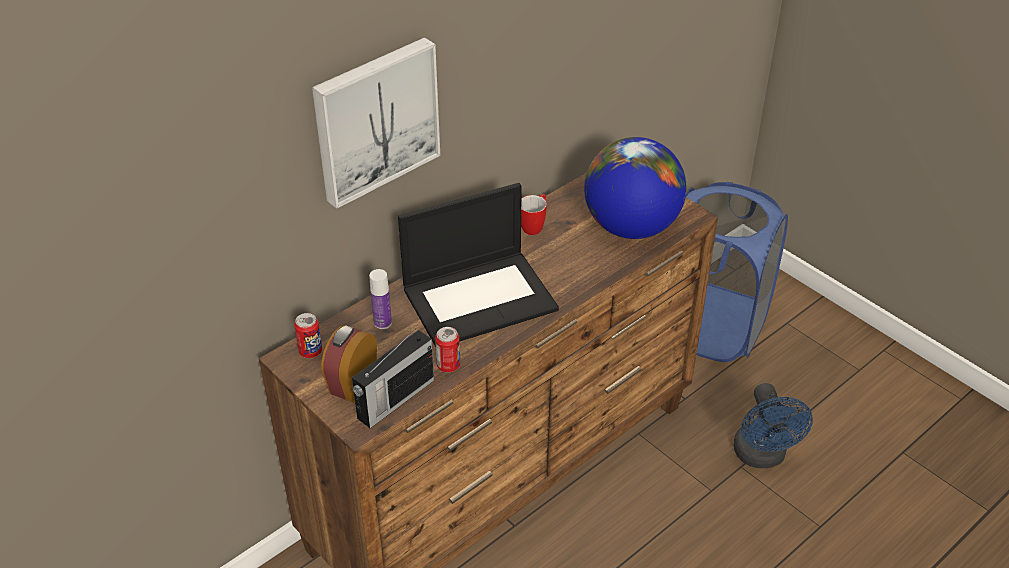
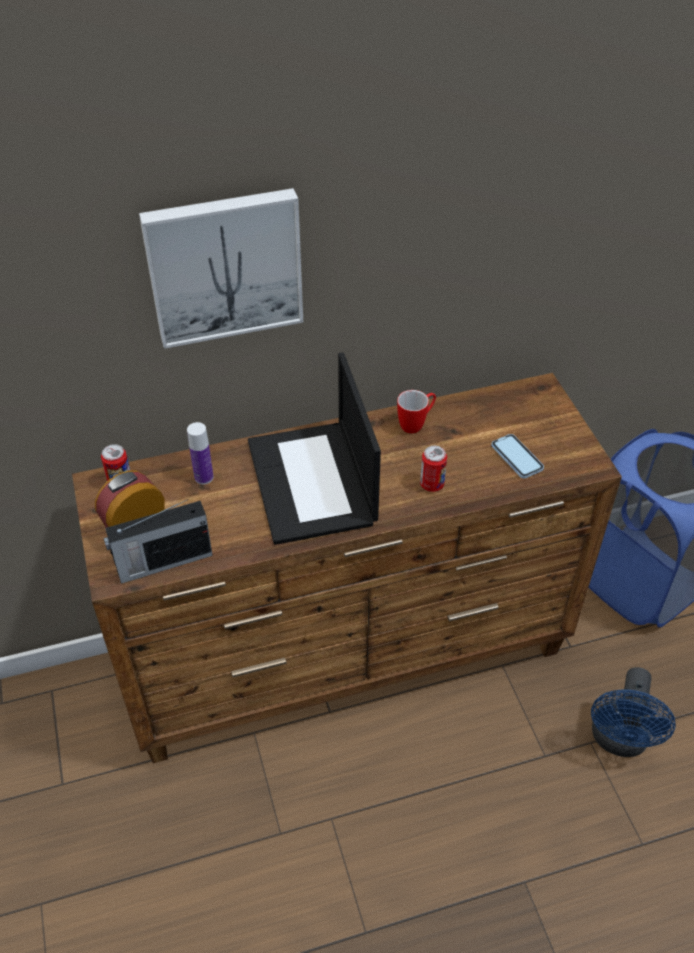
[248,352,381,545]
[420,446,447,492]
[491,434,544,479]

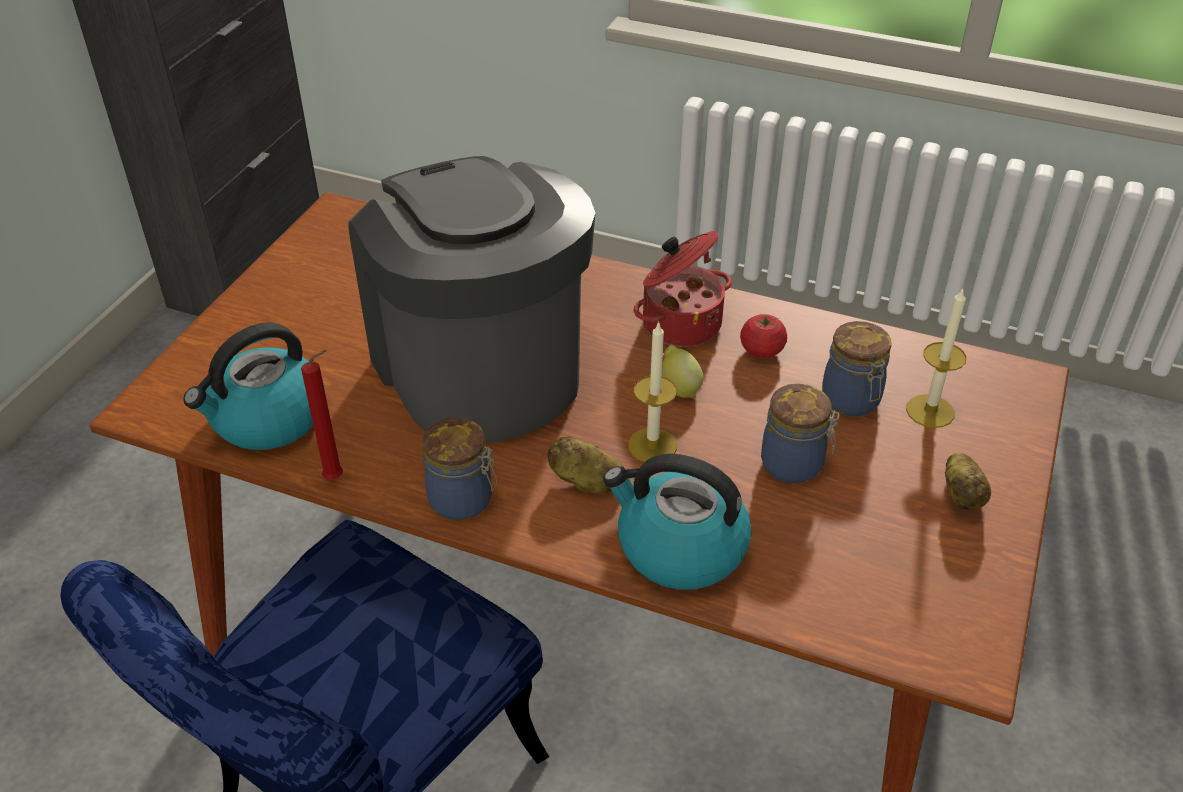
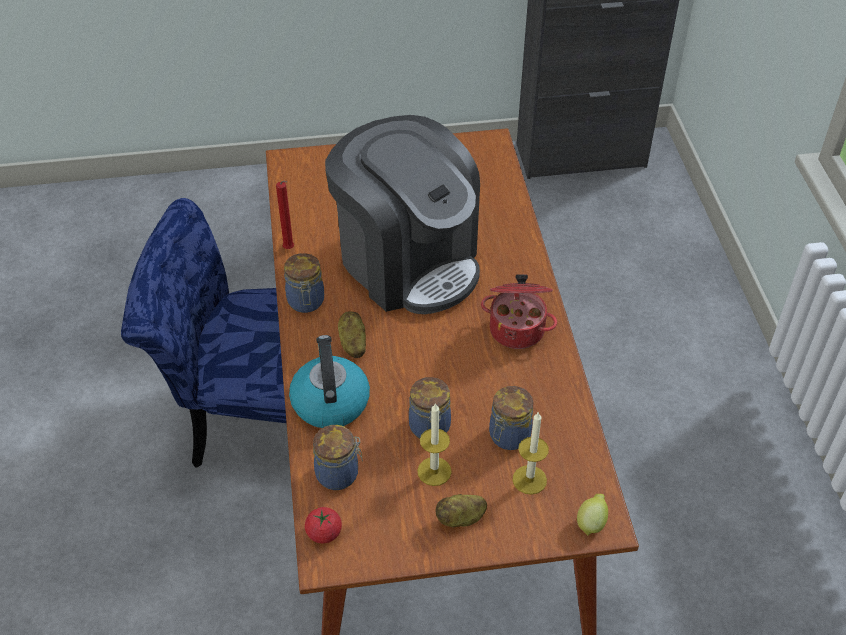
[305,507,342,543]
[313,425,363,490]
[325,115,480,314]
[417,403,452,486]
[577,494,608,536]
[183,322,325,450] (first image)

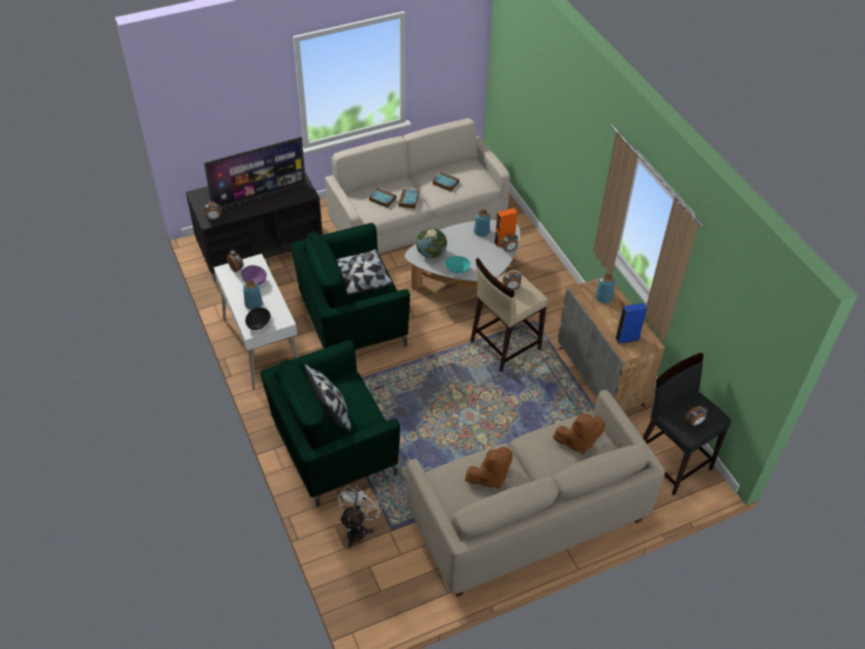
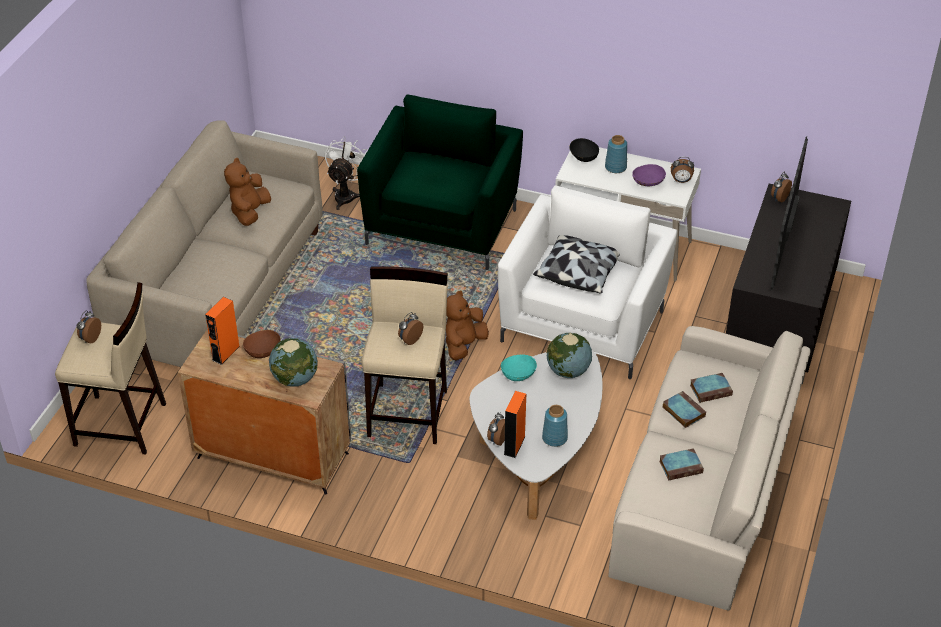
[55,282,166,455]
[205,297,240,365]
[243,330,281,358]
[269,338,318,387]
[325,136,368,210]
[446,290,489,360]
[498,186,677,379]
[304,364,351,433] (first image)

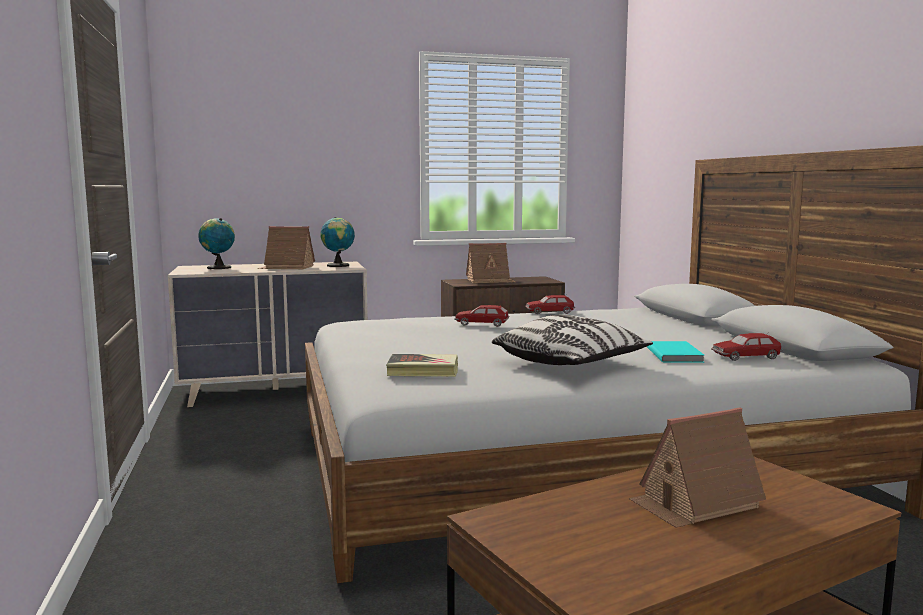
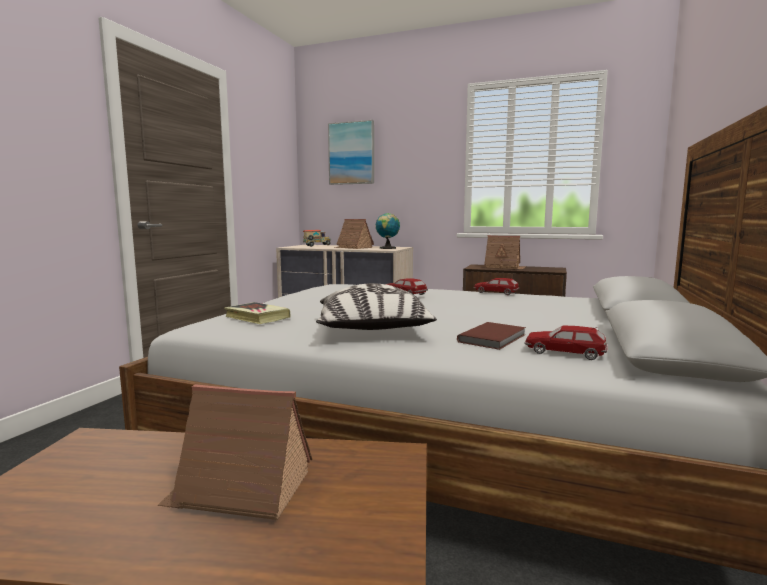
[303,230,331,247]
[328,120,374,185]
[457,322,526,350]

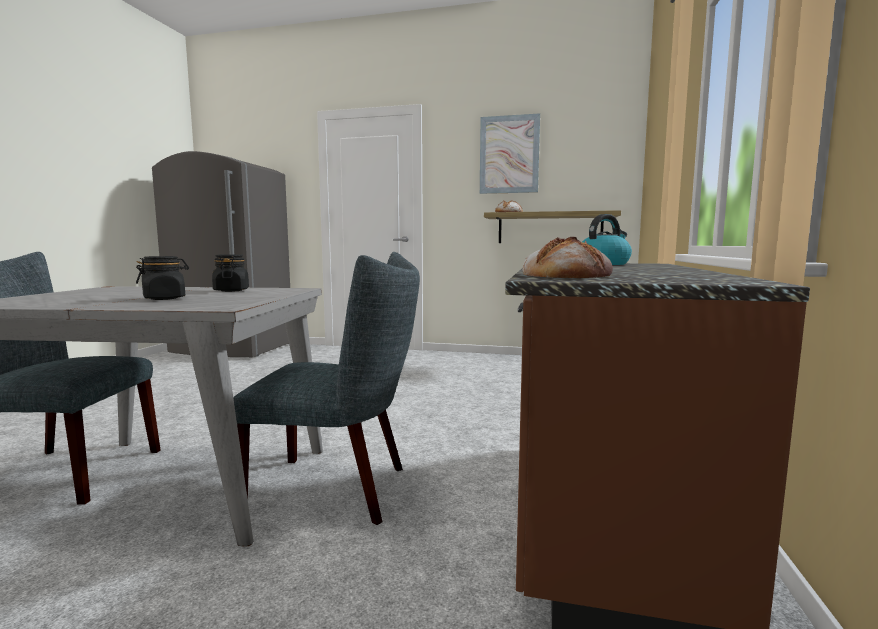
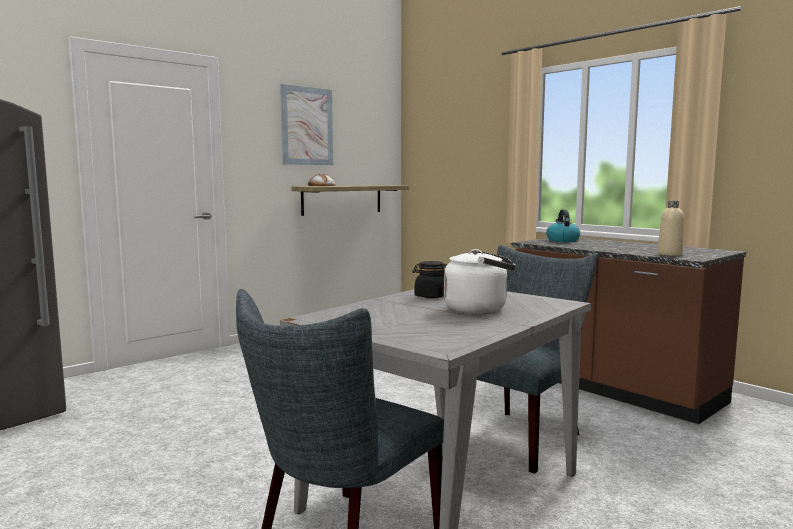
[444,249,515,314]
[658,201,684,256]

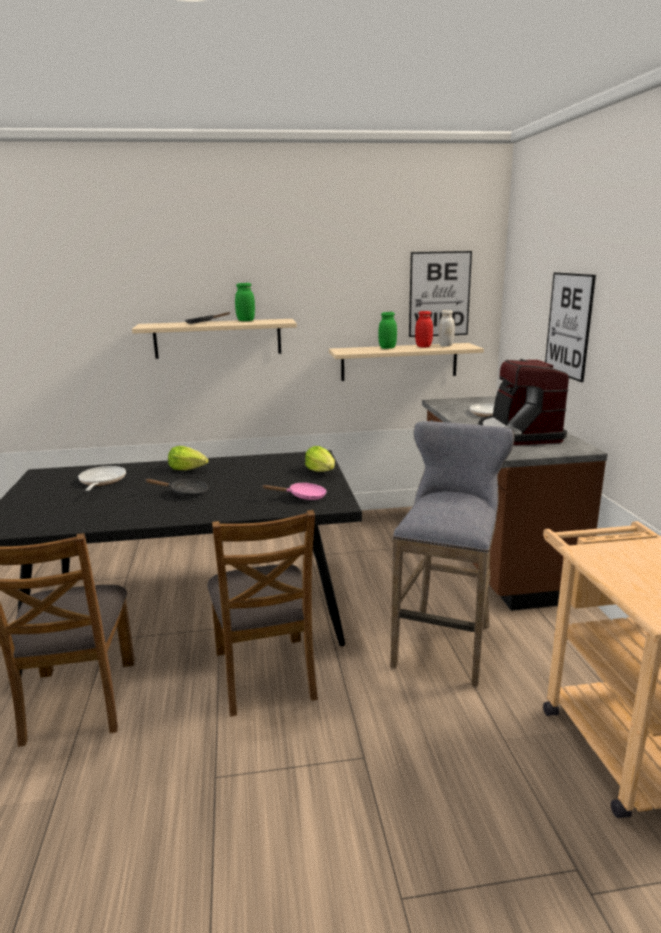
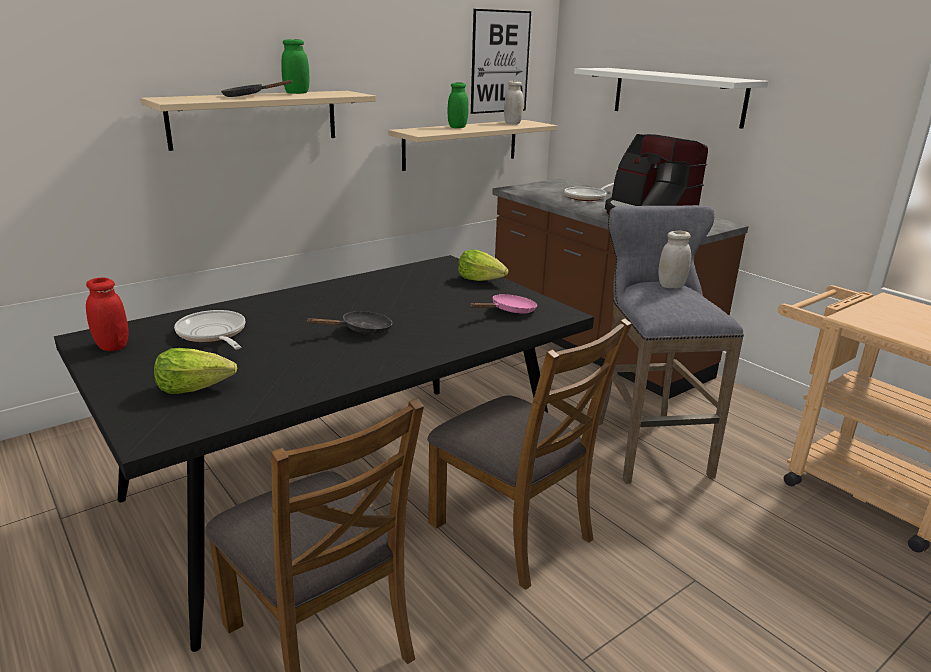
[86,278,129,351]
[154,348,237,394]
[574,68,769,129]
[658,231,691,288]

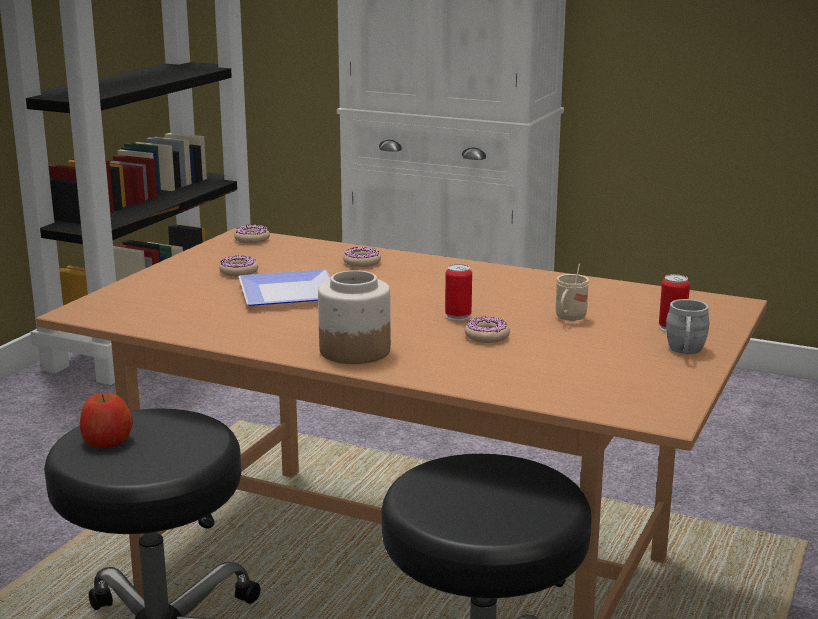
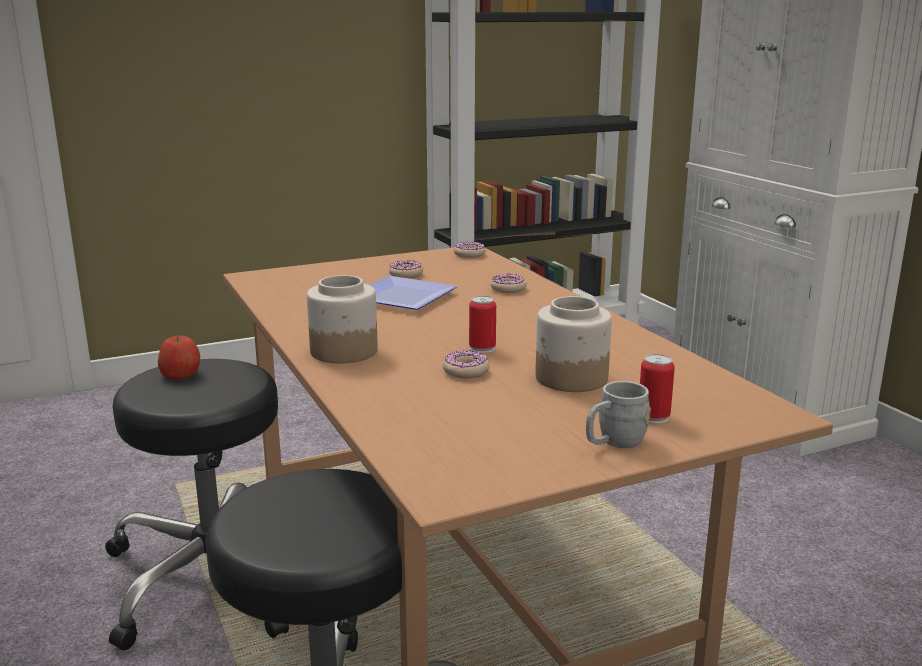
[535,296,612,392]

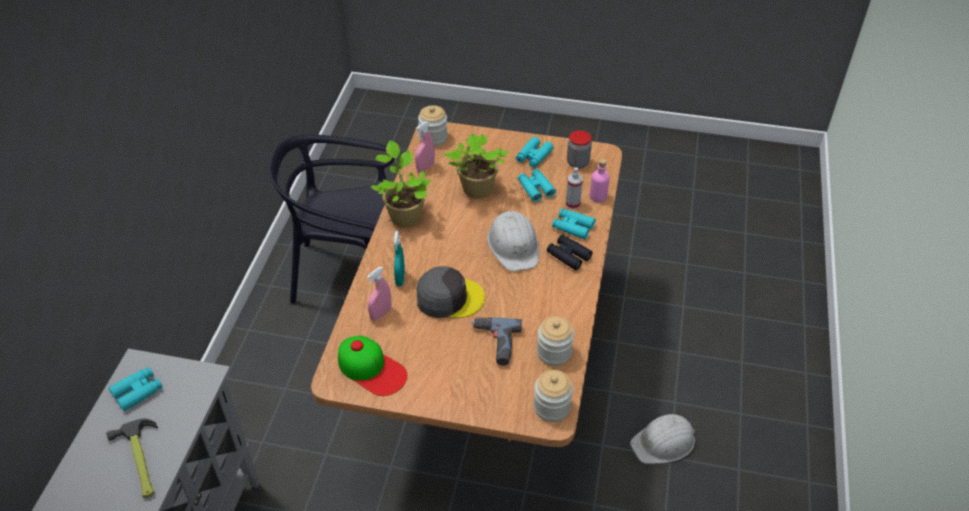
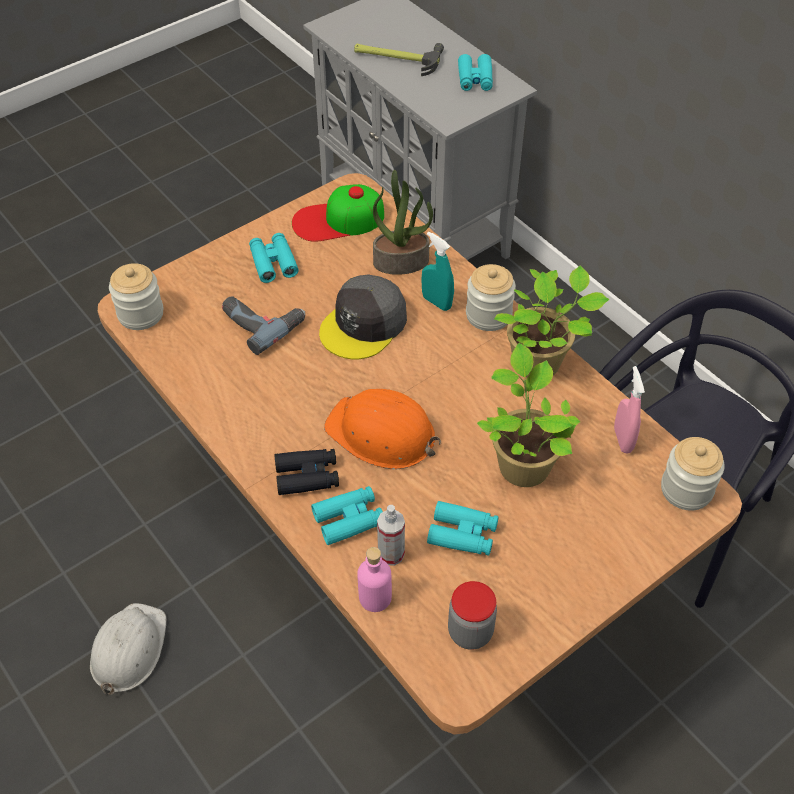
[249,233,299,283]
[324,389,441,469]
[373,170,433,275]
[466,264,516,331]

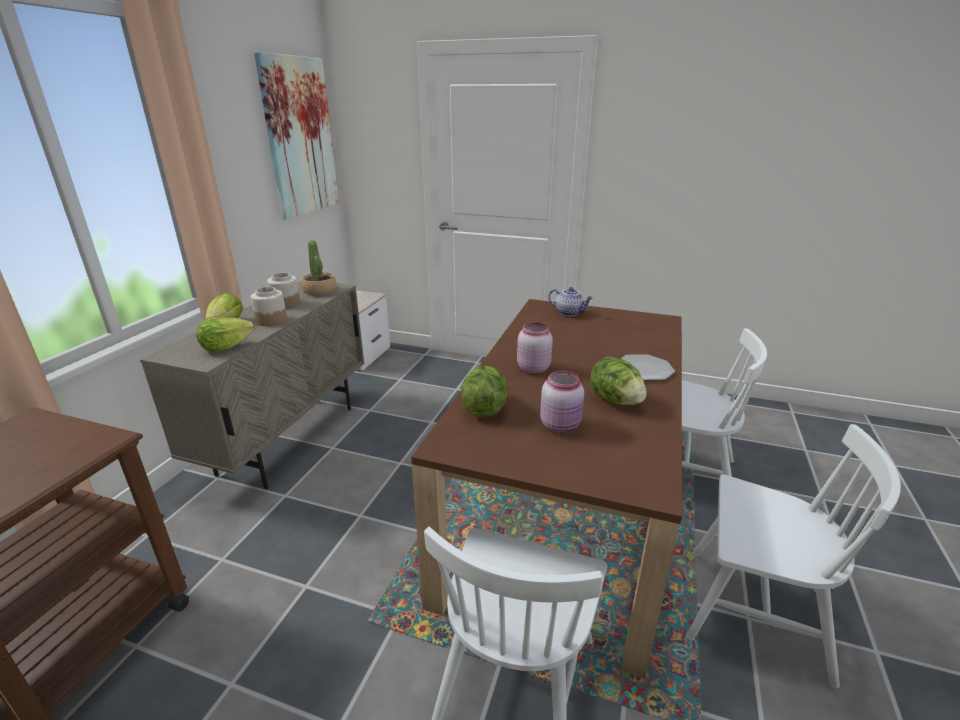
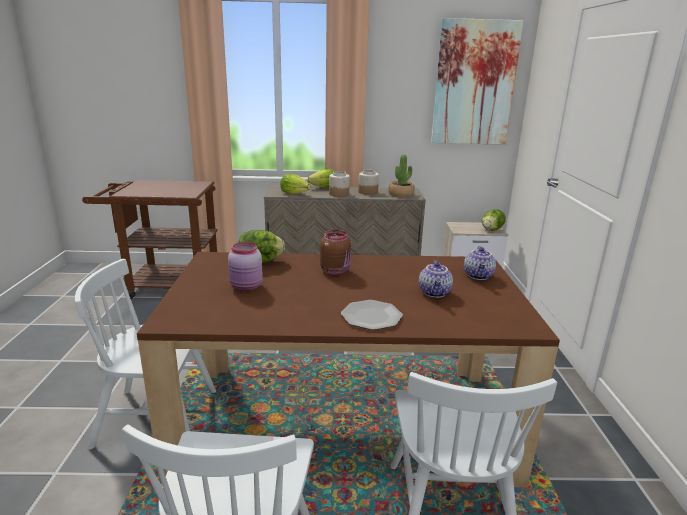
[320,230,351,275]
[419,260,453,298]
[482,209,506,231]

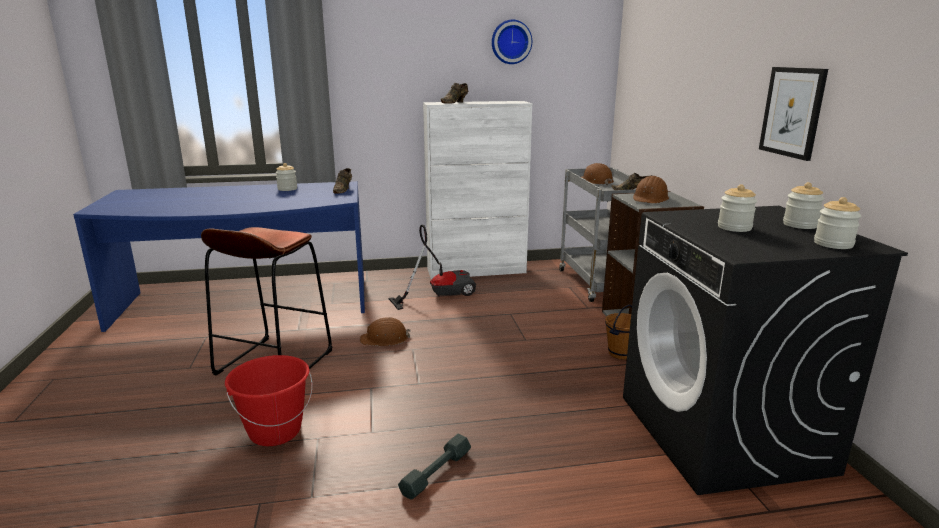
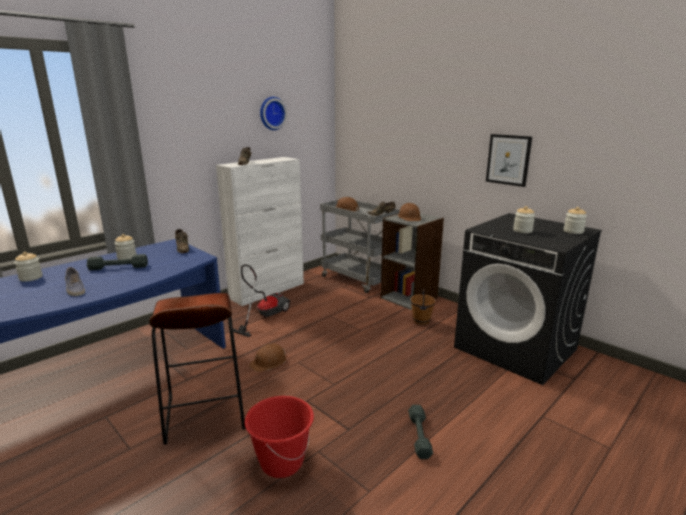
[14,252,43,282]
[65,267,85,296]
[87,254,148,270]

